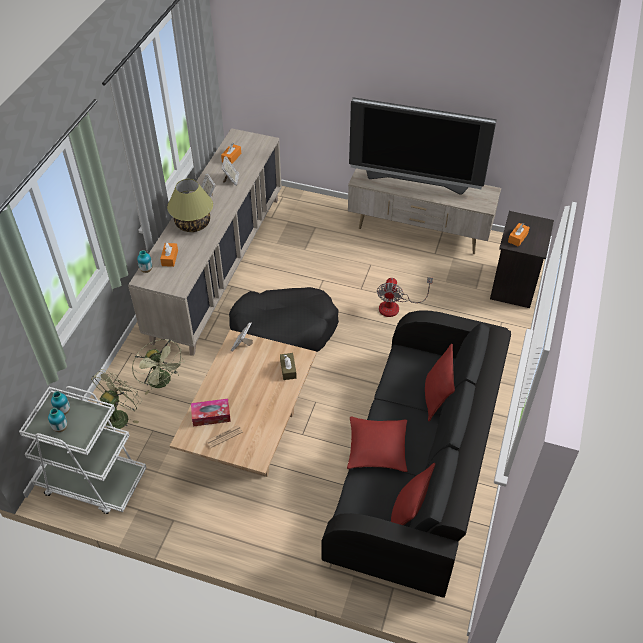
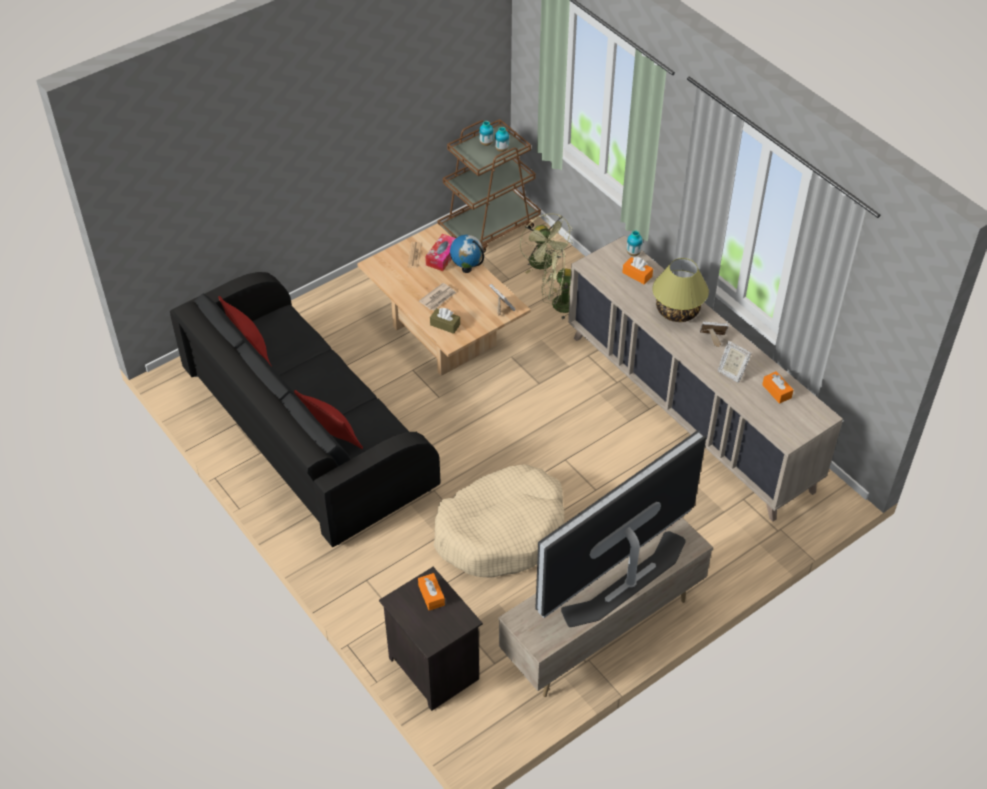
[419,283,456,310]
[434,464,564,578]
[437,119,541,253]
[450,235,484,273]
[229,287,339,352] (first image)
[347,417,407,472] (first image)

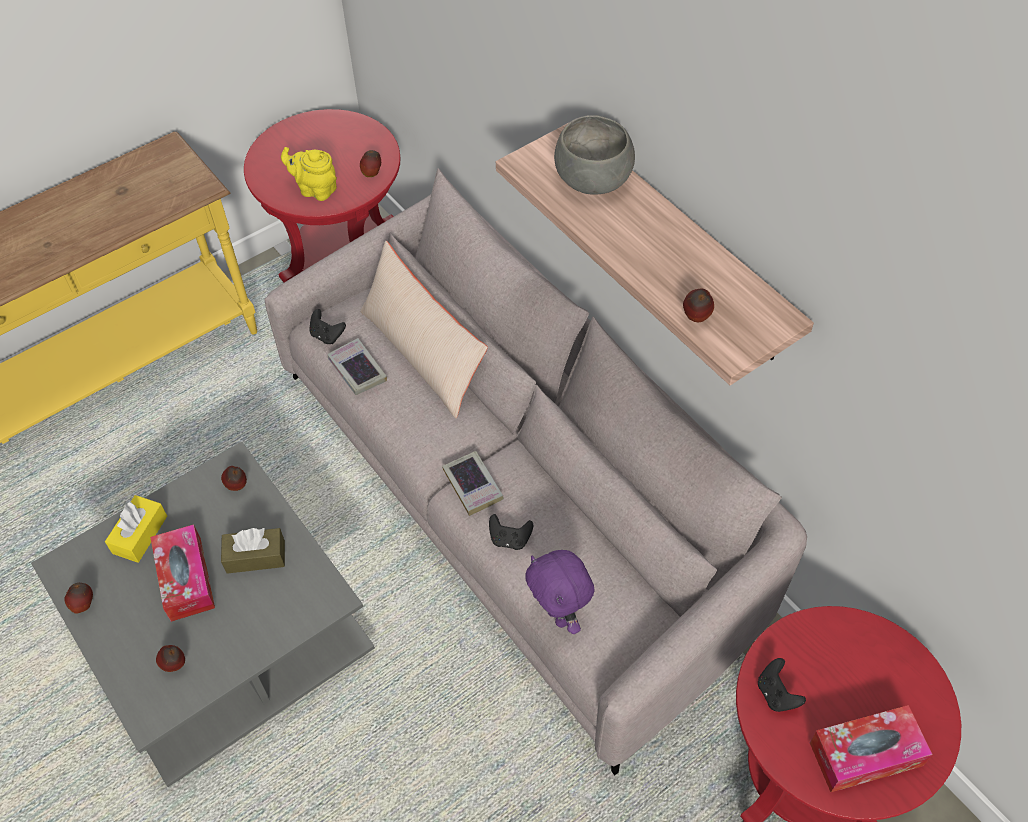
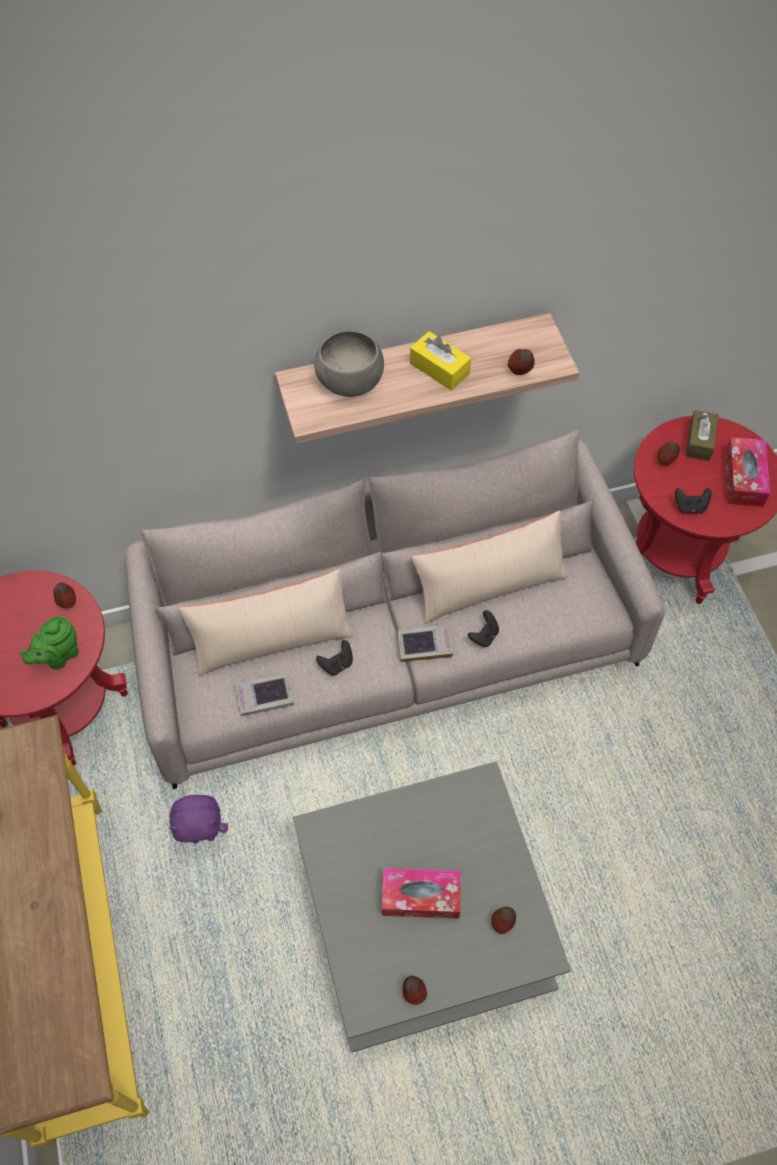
[21,616,79,670]
[169,795,228,843]
[316,640,353,675]
[410,331,471,391]
[412,510,568,624]
[657,442,680,465]
[685,410,719,461]

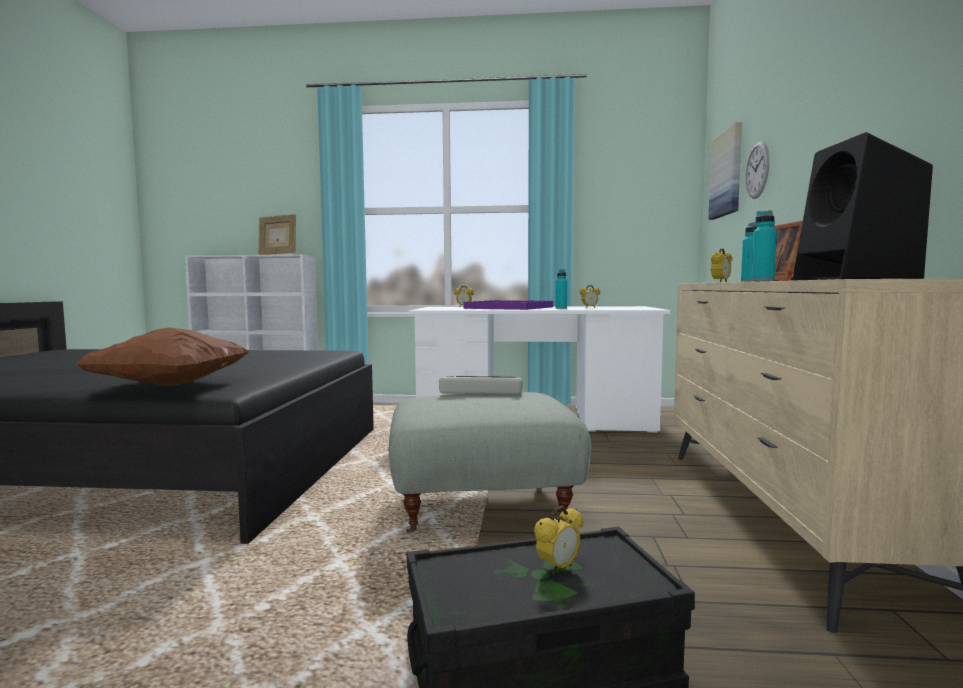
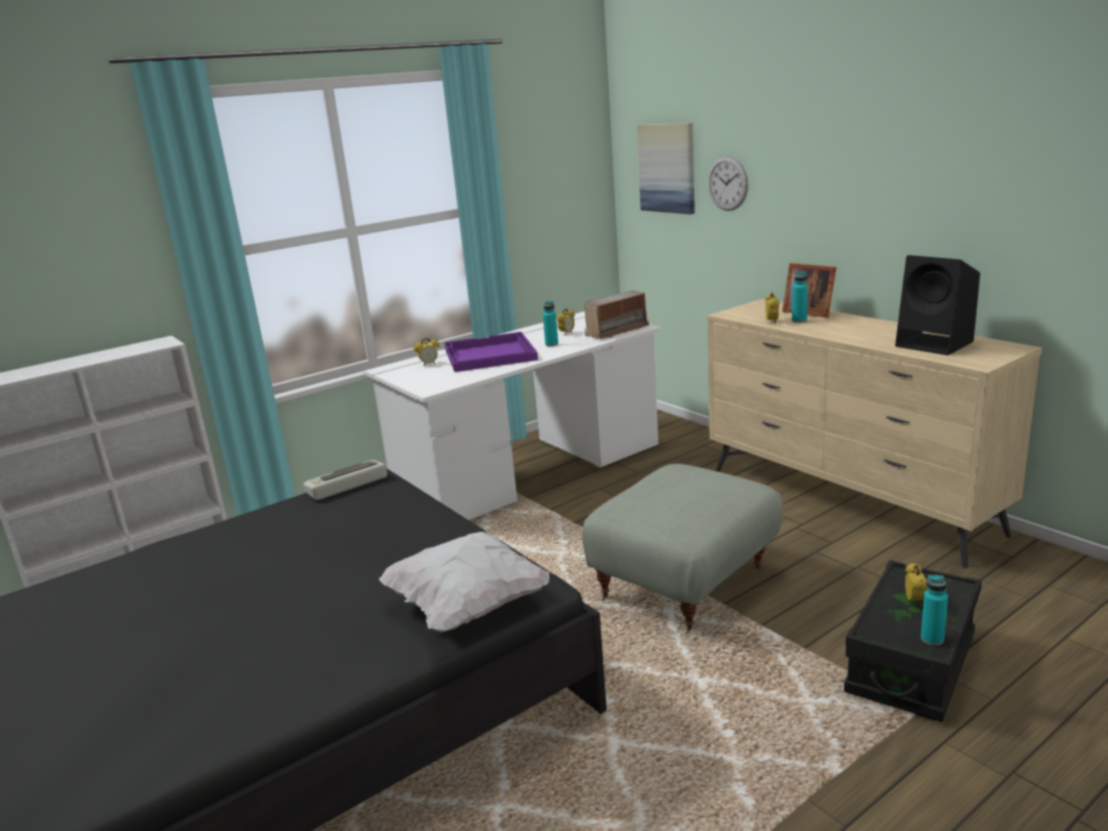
[303,460,387,500]
[379,532,549,633]
[584,291,649,340]
[921,575,948,646]
[258,214,296,255] (first image)

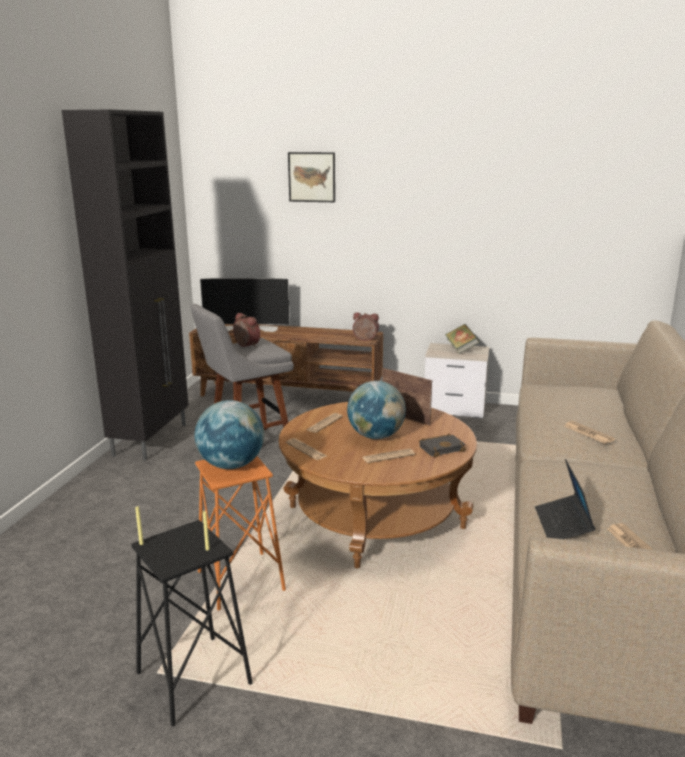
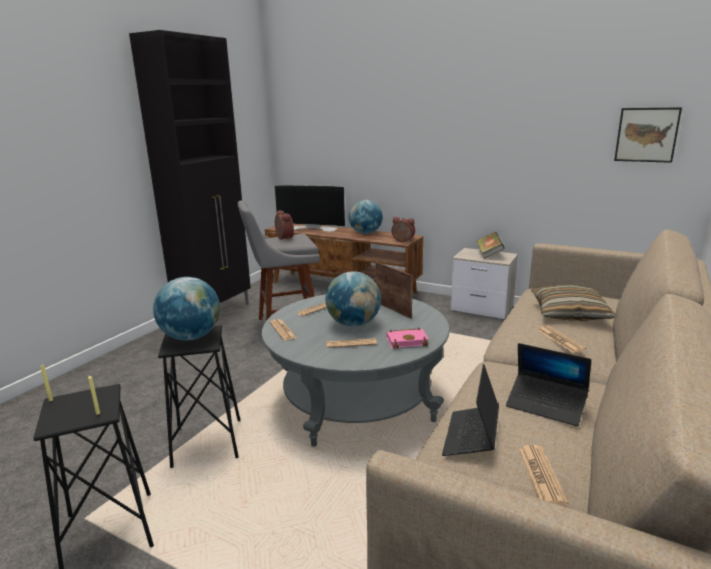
[158,325,240,468]
[262,294,450,447]
[349,200,383,234]
[387,328,429,349]
[506,343,591,426]
[531,285,615,321]
[614,107,682,163]

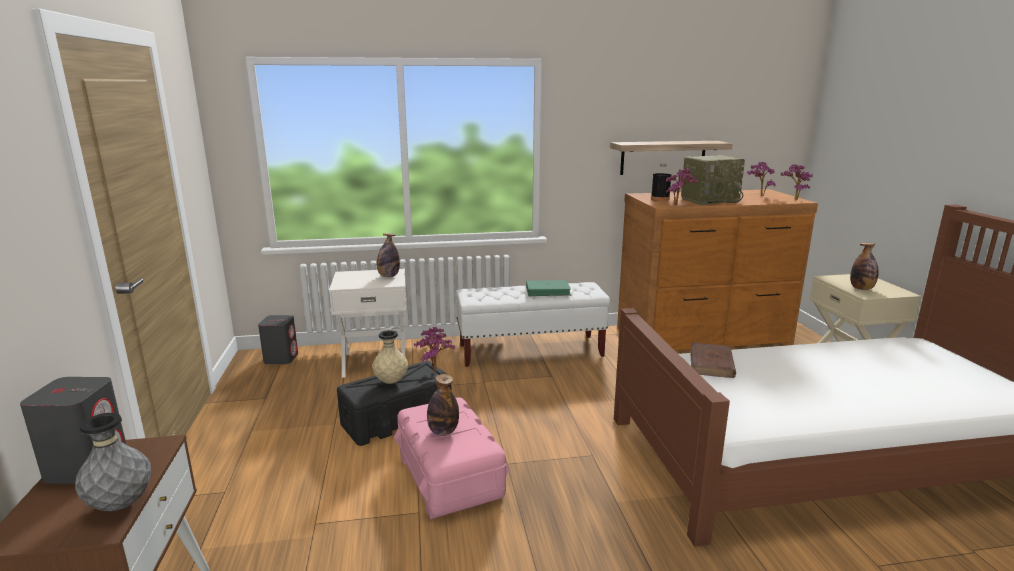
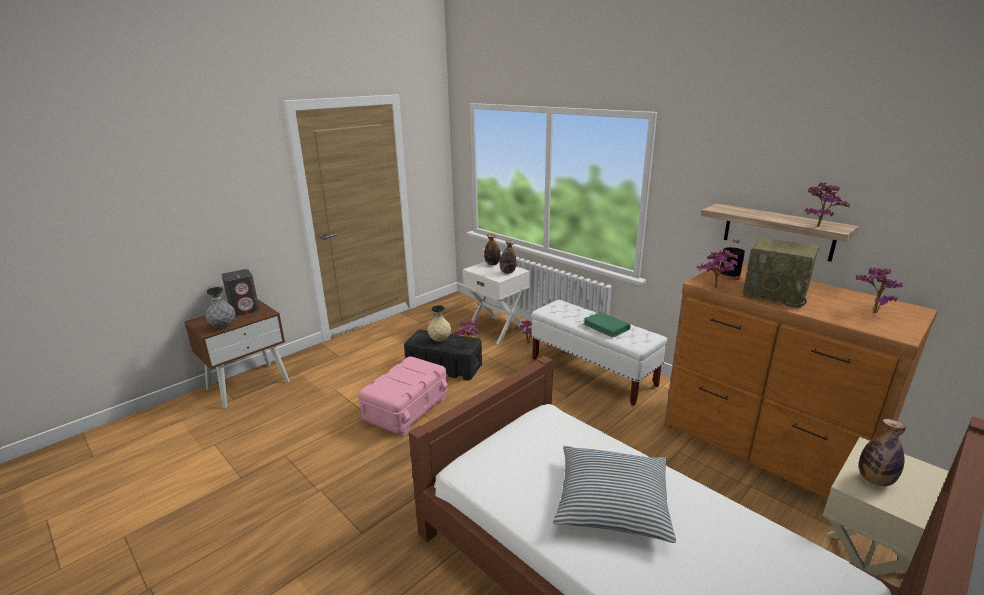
[484,233,501,265]
[553,446,676,543]
[805,182,850,227]
[258,315,298,364] (first image)
[690,342,736,378] (first image)

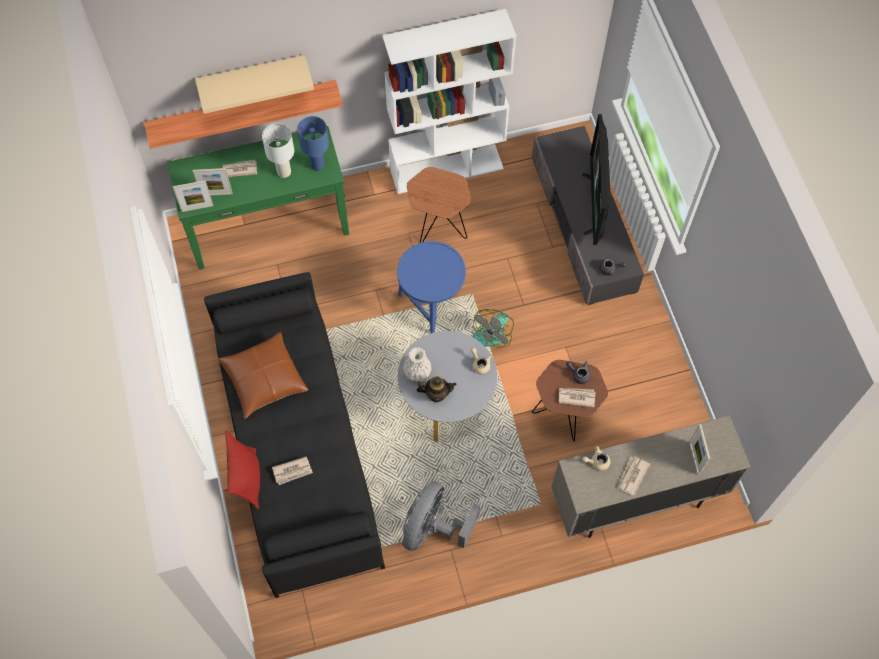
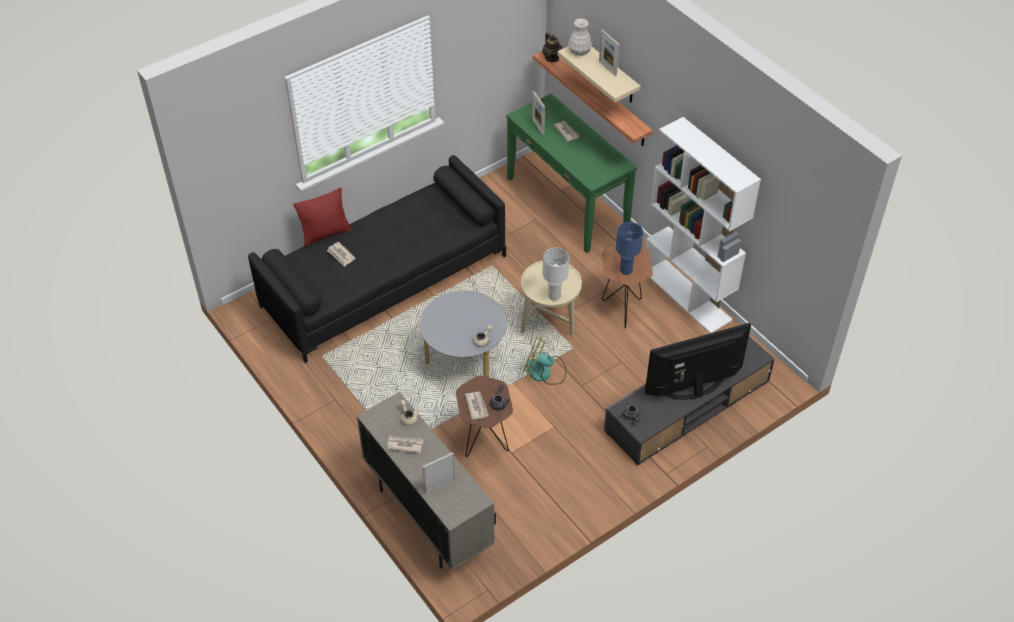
[521,261,582,336]
[542,33,562,62]
[542,248,569,301]
[568,18,592,56]
[599,30,619,76]
[616,222,643,275]
[218,332,308,419] (first image)
[402,481,480,551] (first image)

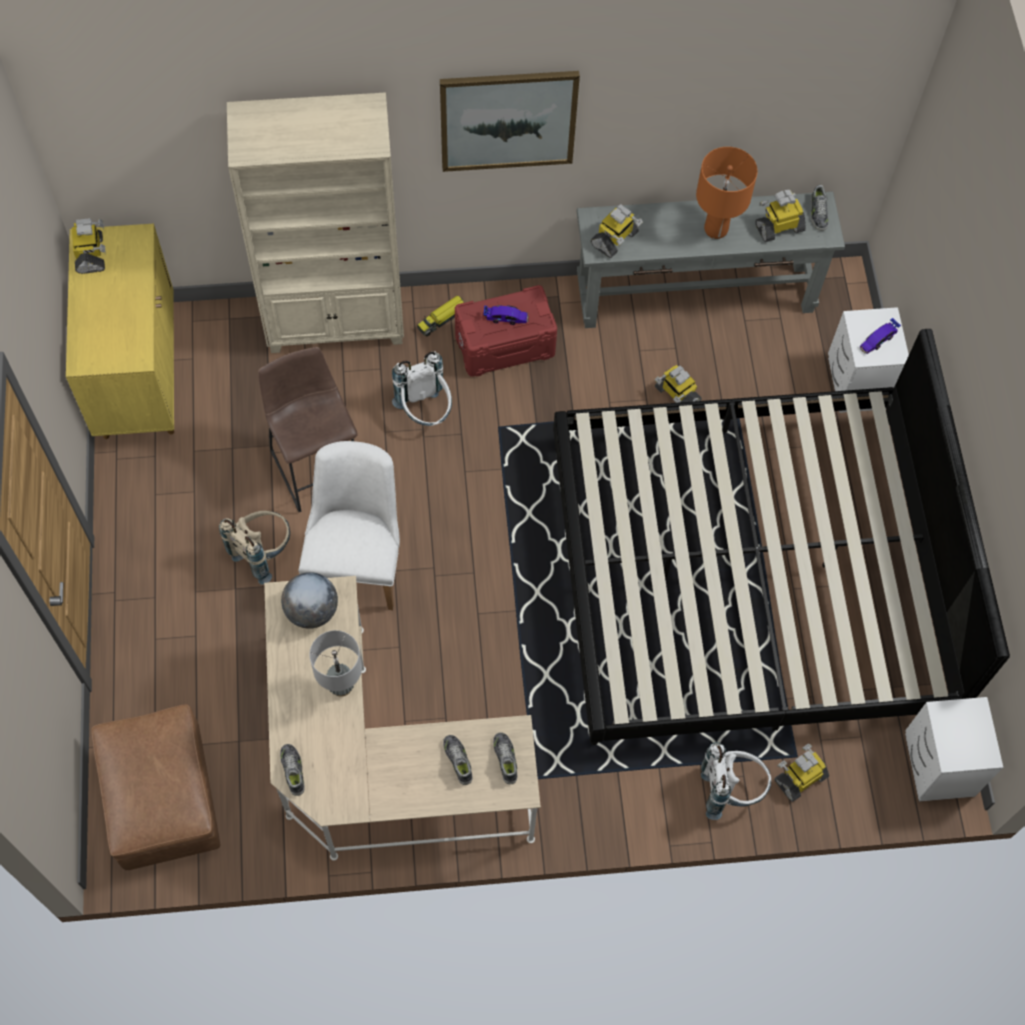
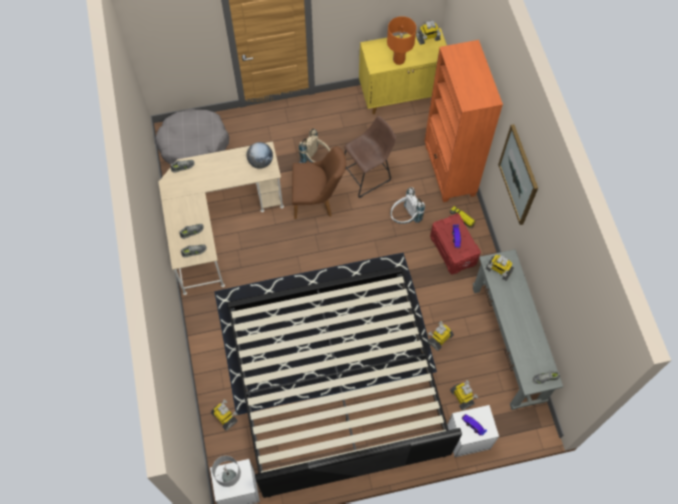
[155,109,229,164]
[212,456,241,487]
[292,146,346,219]
[387,16,416,65]
[425,40,503,202]
[450,380,478,410]
[701,742,771,820] (first image)

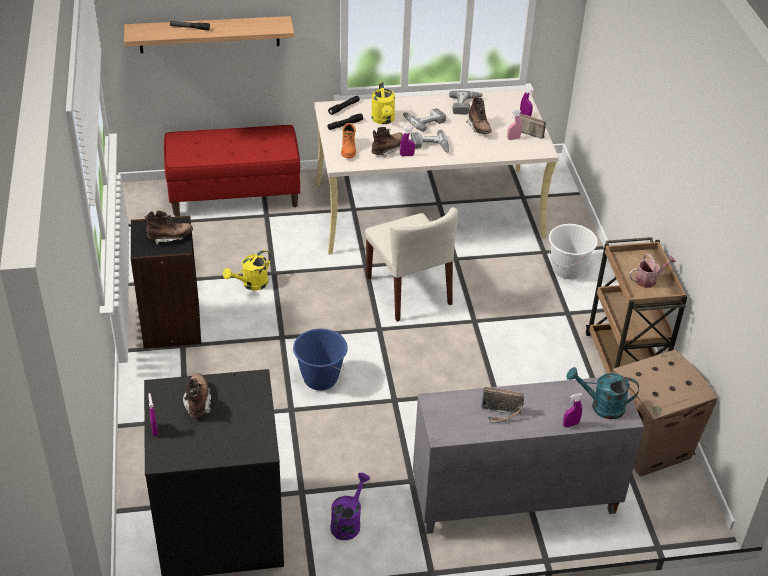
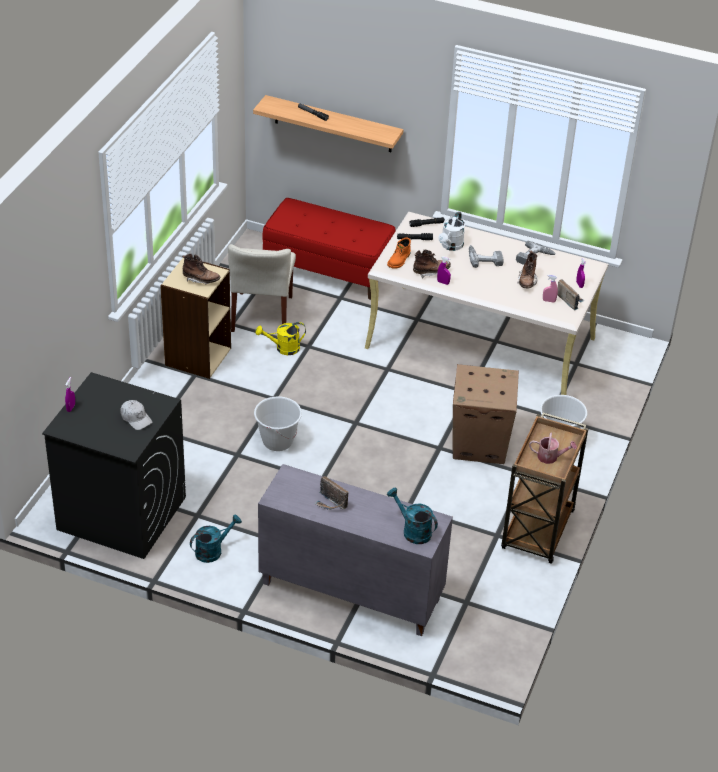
[120,400,152,430]
[160,258,231,379]
[190,514,242,563]
[228,244,296,332]
[254,396,302,451]
[438,211,465,251]
[453,364,519,464]
[183,373,211,417] (first image)
[411,130,449,153] (first image)
[563,393,582,428] (first image)

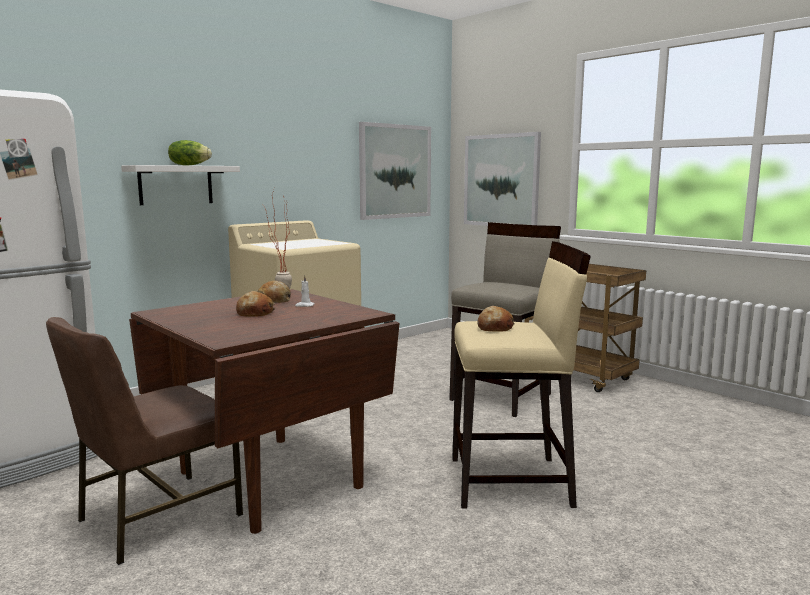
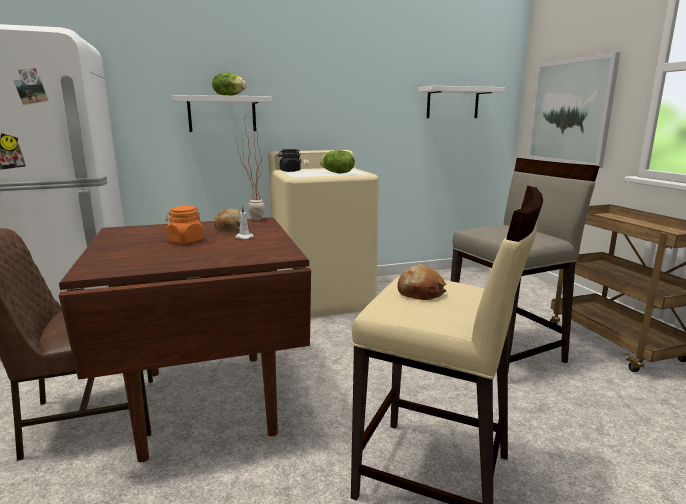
[165,206,204,243]
[277,149,302,172]
[320,150,355,174]
[418,86,505,118]

